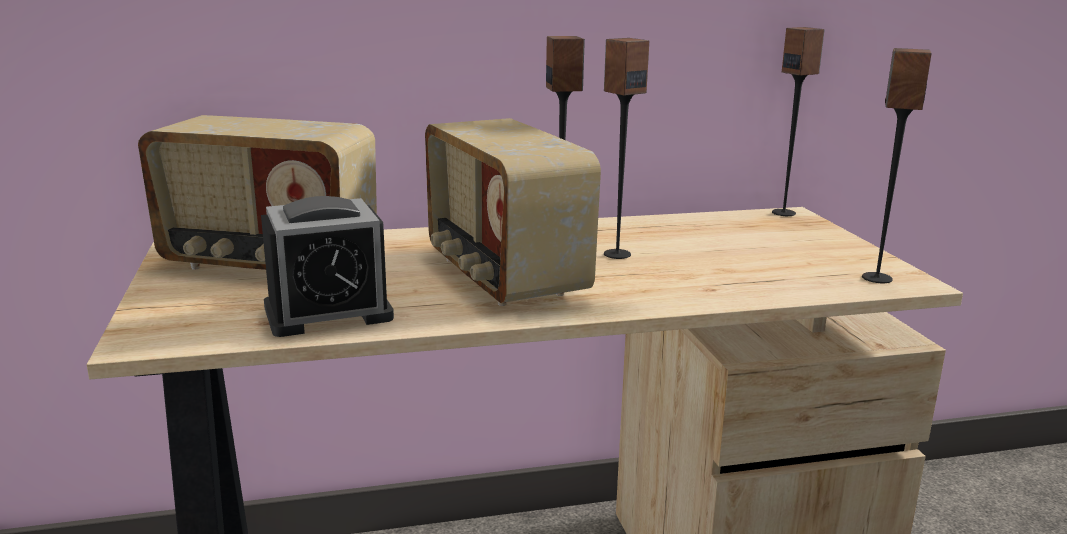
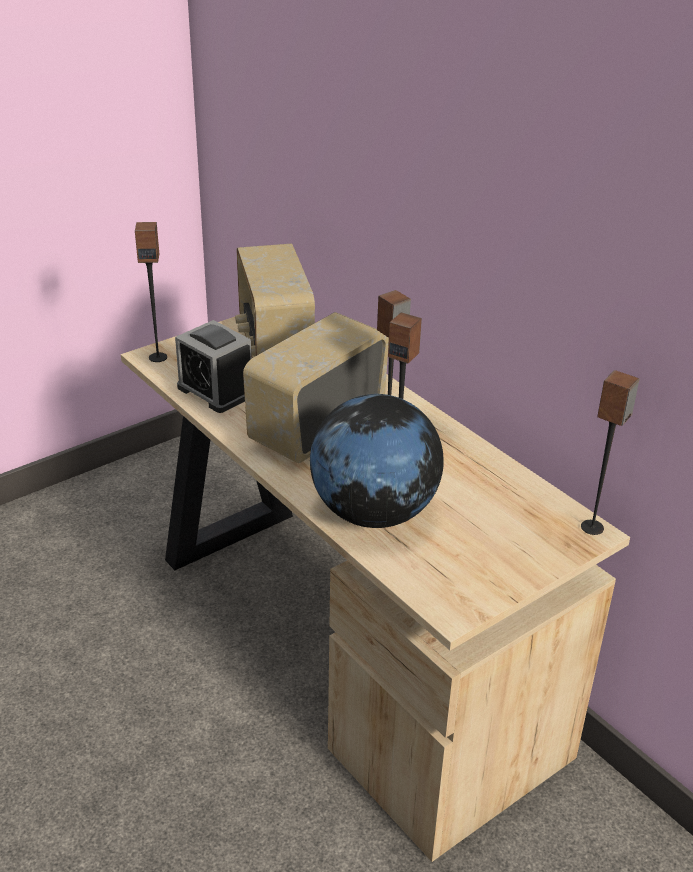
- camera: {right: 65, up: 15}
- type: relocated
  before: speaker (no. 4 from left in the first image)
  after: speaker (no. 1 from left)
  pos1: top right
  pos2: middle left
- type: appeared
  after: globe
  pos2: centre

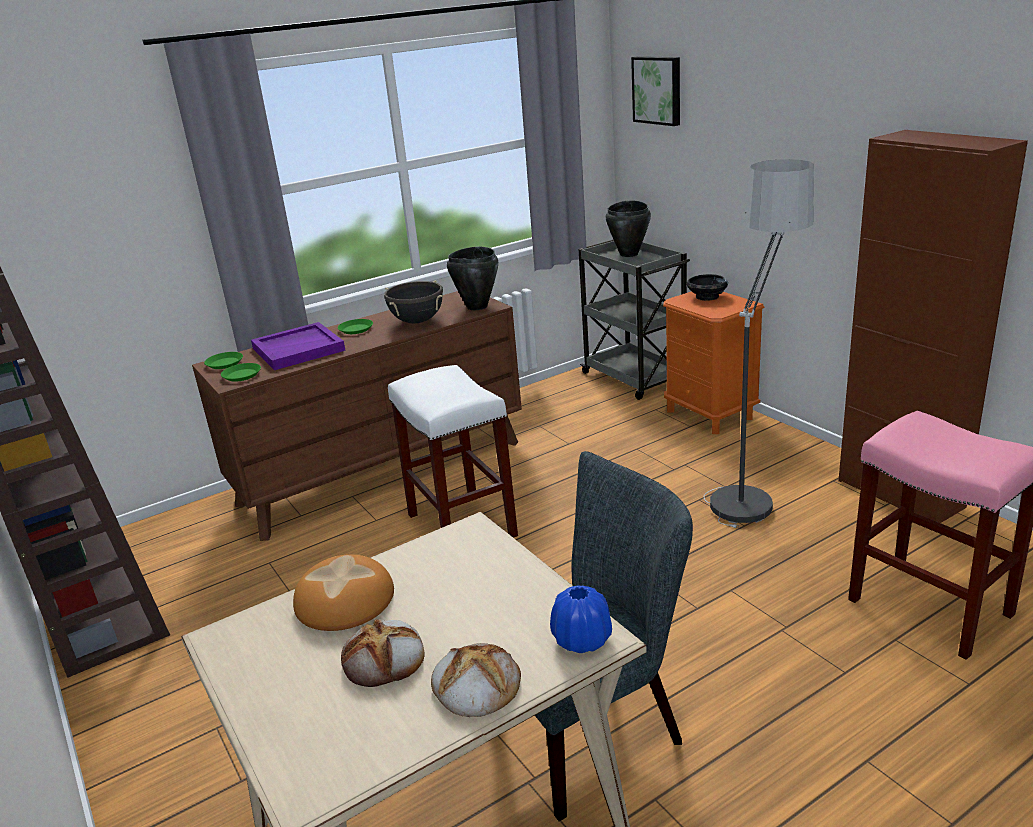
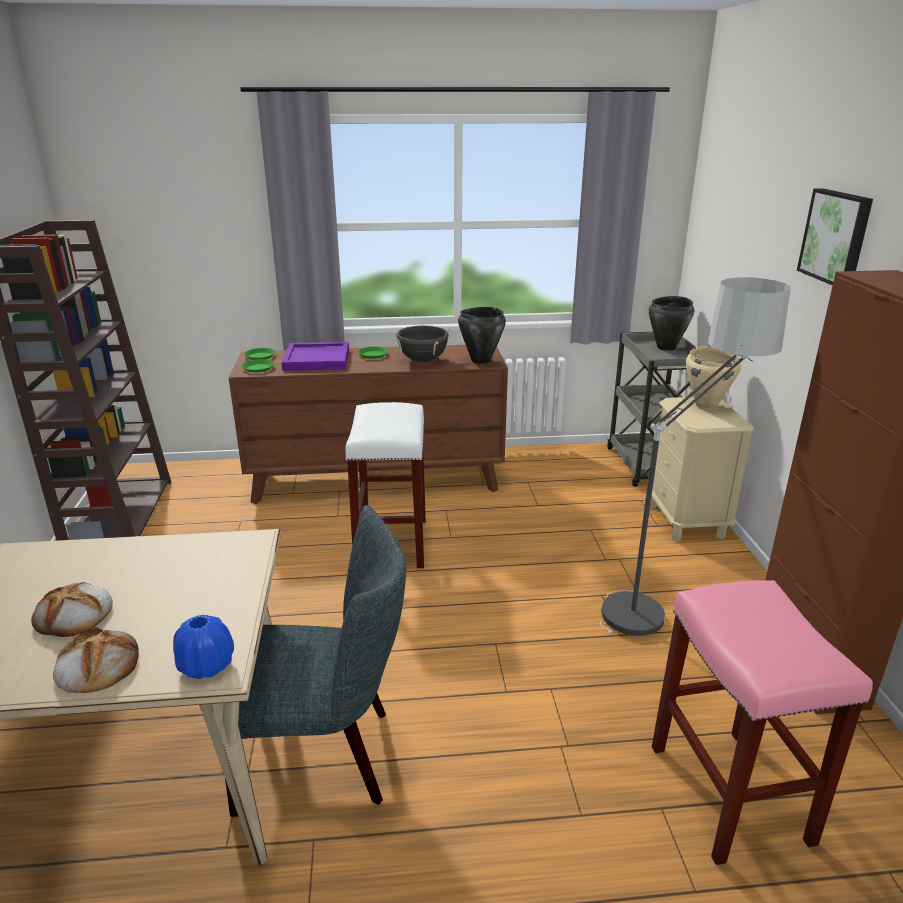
- camera: {right: 25, up: 0}
- type: relocated
  before: picture
  pos1: top centre
  pos2: top right
- type: exchanged
  before: bowl (black)
  after: cooking pot (beige)
  pos1: middle right
  pos2: middle right
- type: colour
  before: nightstand (orange)
  after: nightstand (beige)
  pos1: middle right
  pos2: middle right
- type: missing
  before: bread (no. 1 from left)
  pos1: bottom left

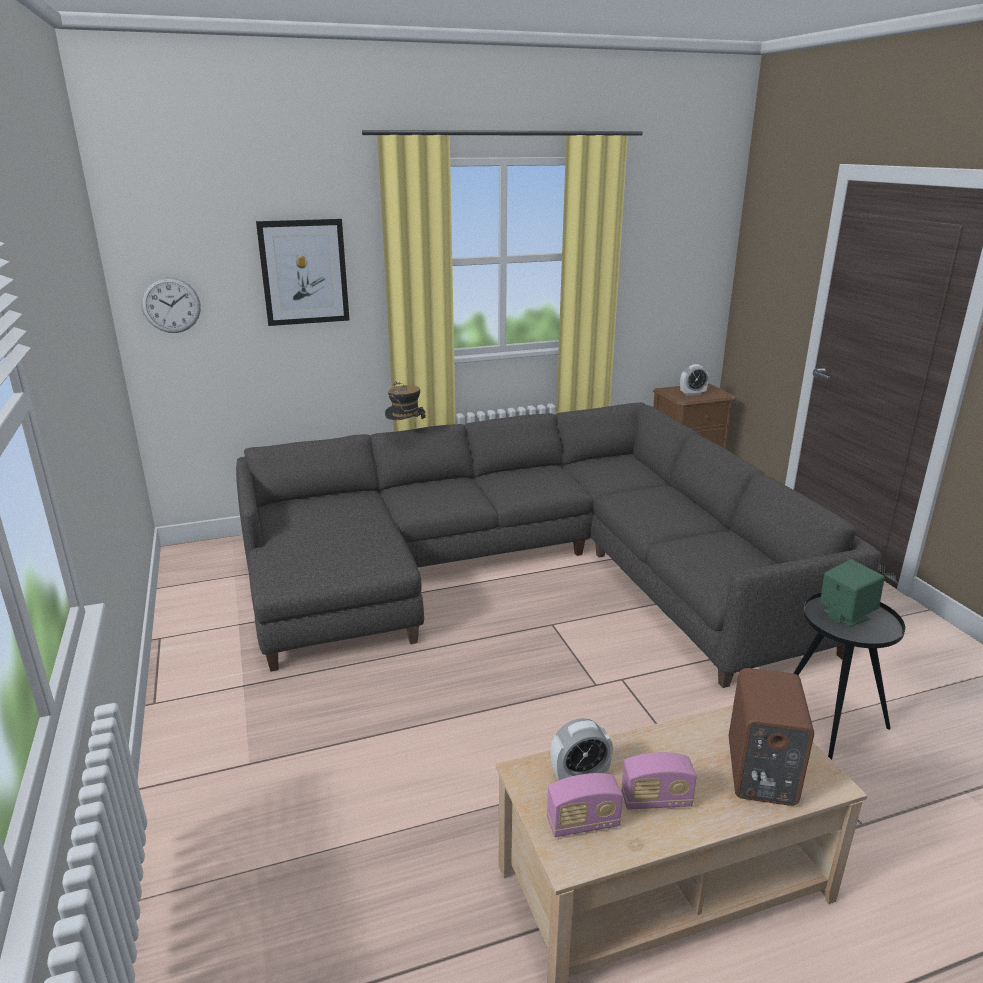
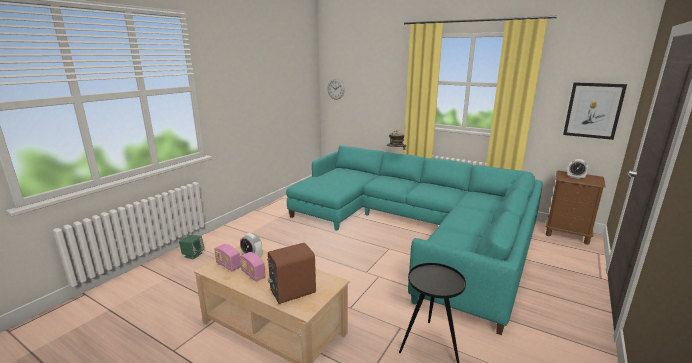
- camera: {right: 50, up: -5}
- type: relocated
  before: picture
  pos1: top left
  pos2: top right
- type: colour
  before: sofa (grey)
  after: sofa (turquoise)
  pos1: centre
  pos2: centre
- type: relocated
  before: speaker (green)
  pos1: middle right
  pos2: bottom left

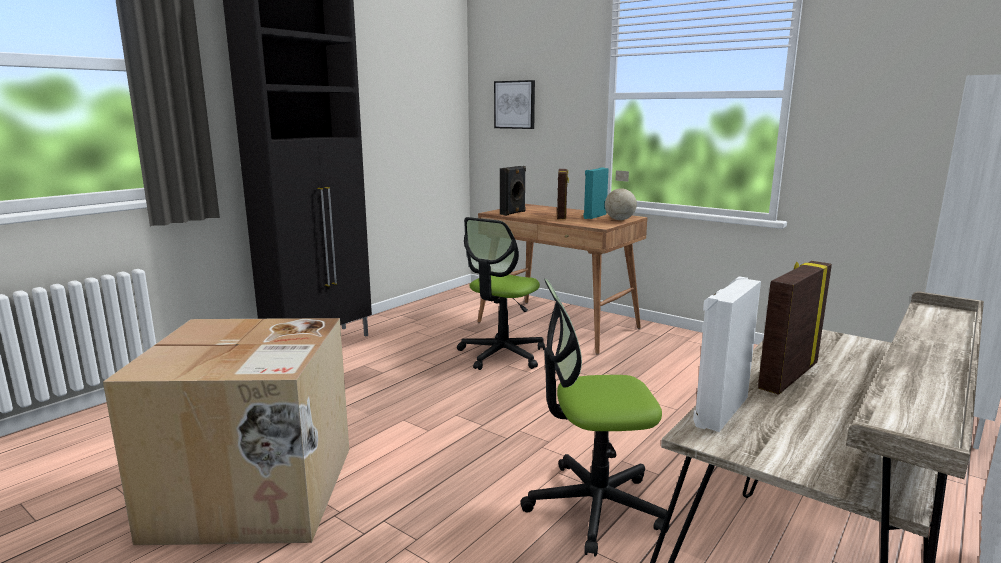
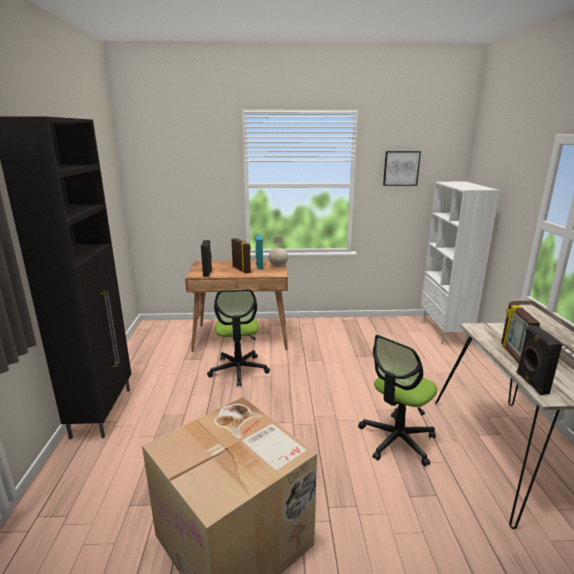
- camera: {right: -40, up: 5}
- type: relocated
  before: picture
  pos1: top centre
  pos2: top right
- type: colour
  before: speaker (white)
  after: speaker (black) (no. 2 from left)
  pos1: middle right
  pos2: middle right

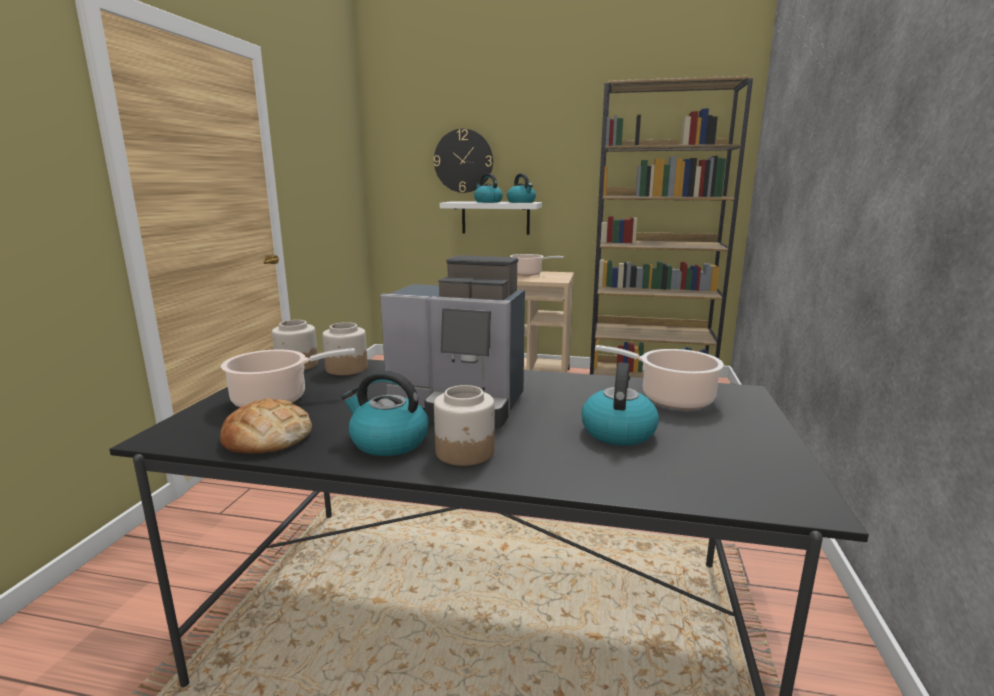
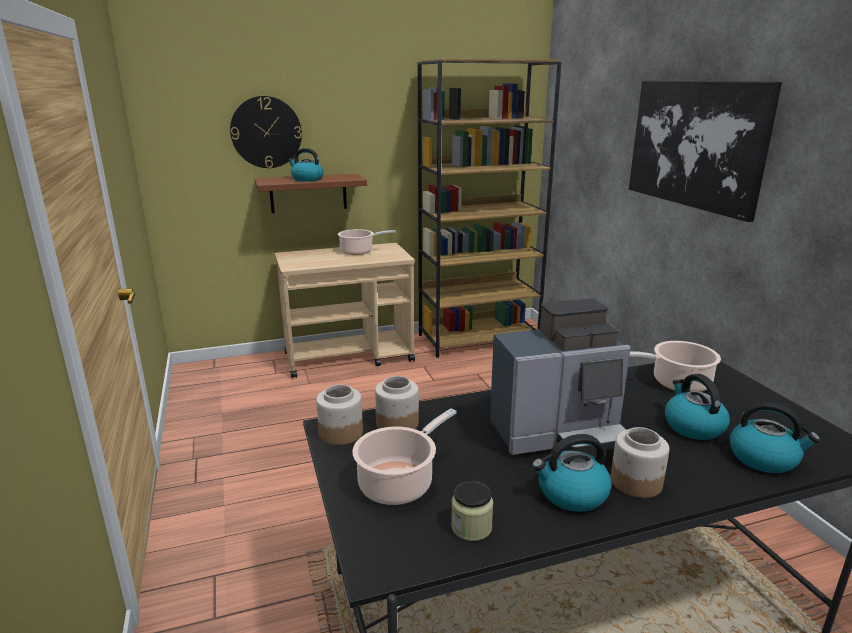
- camera: {right: -30, up: 5}
- type: relocated
  before: kettle (no. 3 from left in the first image)
  after: kettle (no. 4 from left)
  pos1: top centre
  pos2: bottom right
- type: colour
  before: shelf (white)
  after: shelf (brown)
  pos1: top centre
  pos2: top centre
- type: exchanged
  before: bread
  after: jar (no. 3 from left)
  pos1: middle left
  pos2: bottom centre
- type: appeared
  after: picture
  pos2: top right

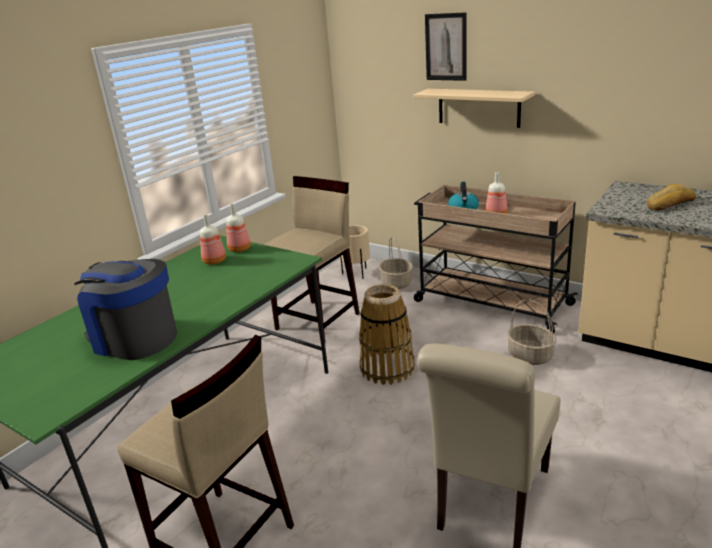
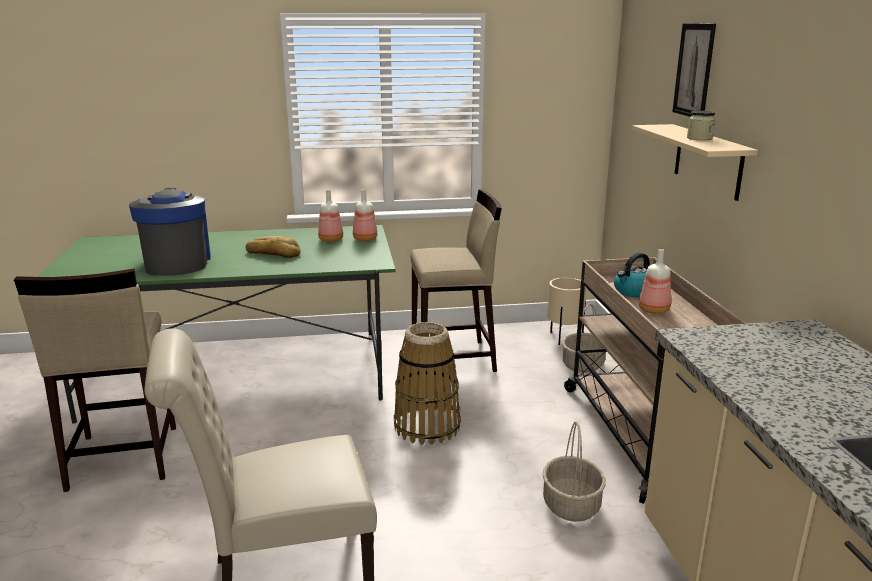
- camera: {right: 45, up: -5}
- type: relocated
  before: bread
  pos1: middle right
  pos2: middle left
- type: appeared
  after: jar
  pos2: top right

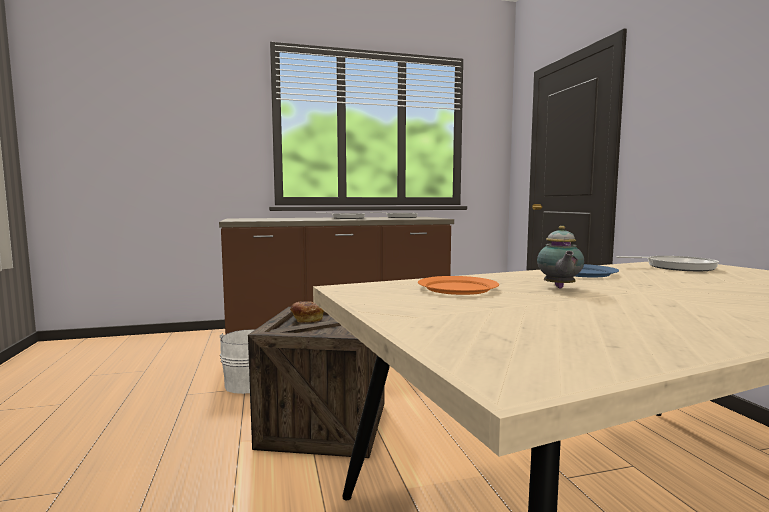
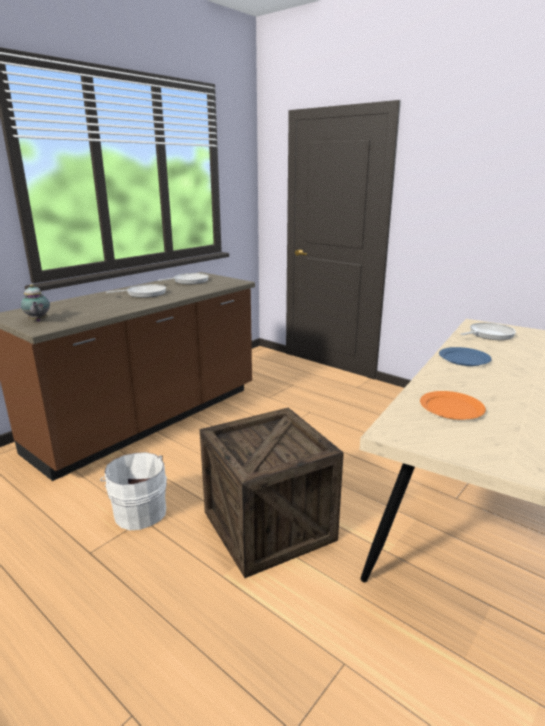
- camera: {right: -35, up: 15}
- type: relocated
  before: teapot
  pos1: middle right
  pos2: middle left
- type: missing
  before: bread
  pos1: centre

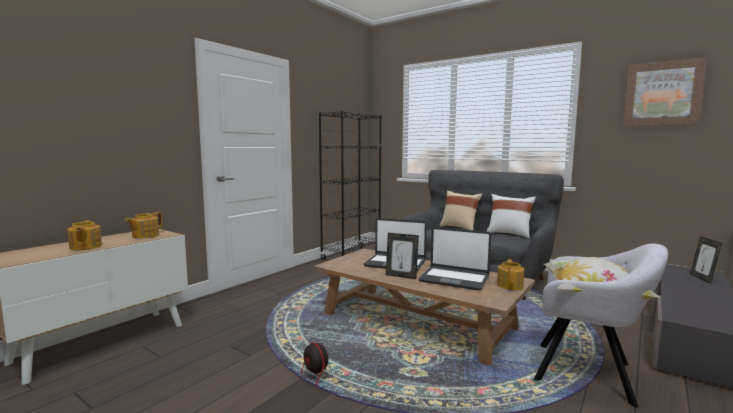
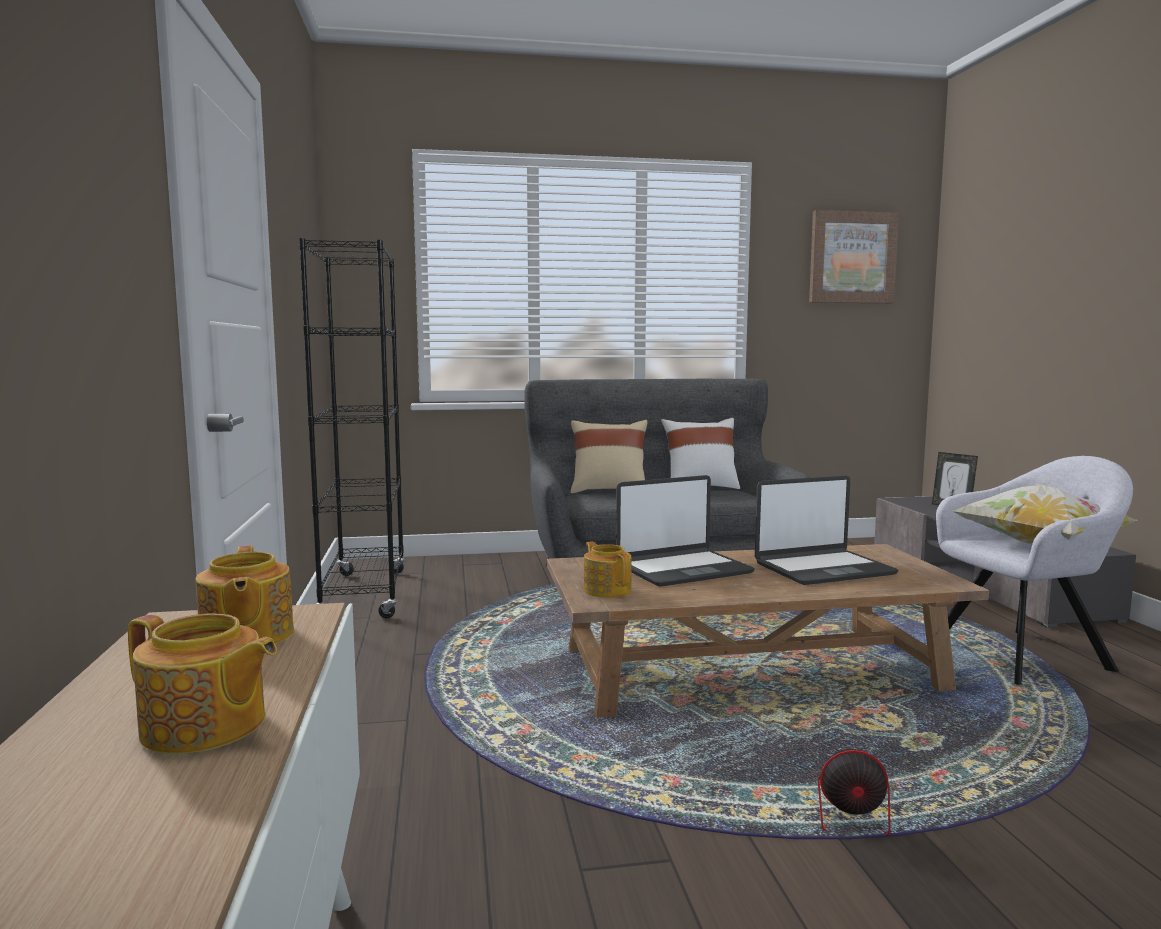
- camera: {right: -45, up: 0}
- type: missing
  before: picture frame (no. 1 from left)
  pos1: centre
- type: relocated
  before: teapot (no. 3 from left)
  pos1: middle right
  pos2: centre

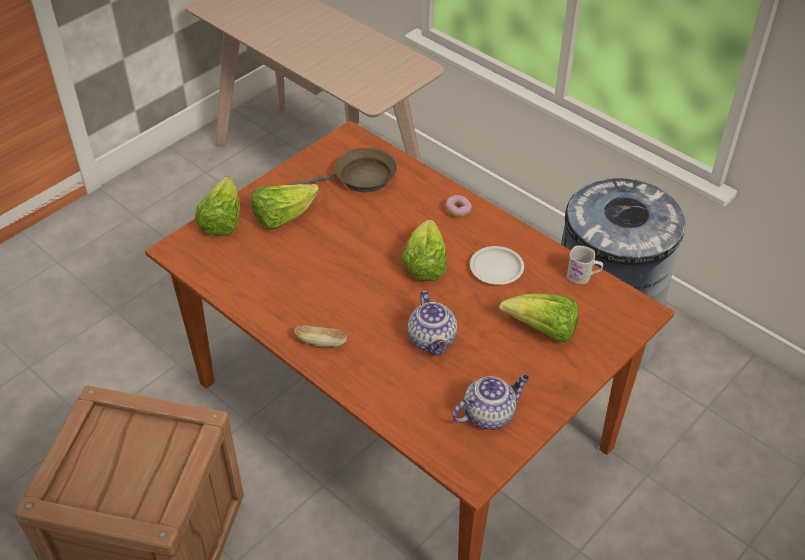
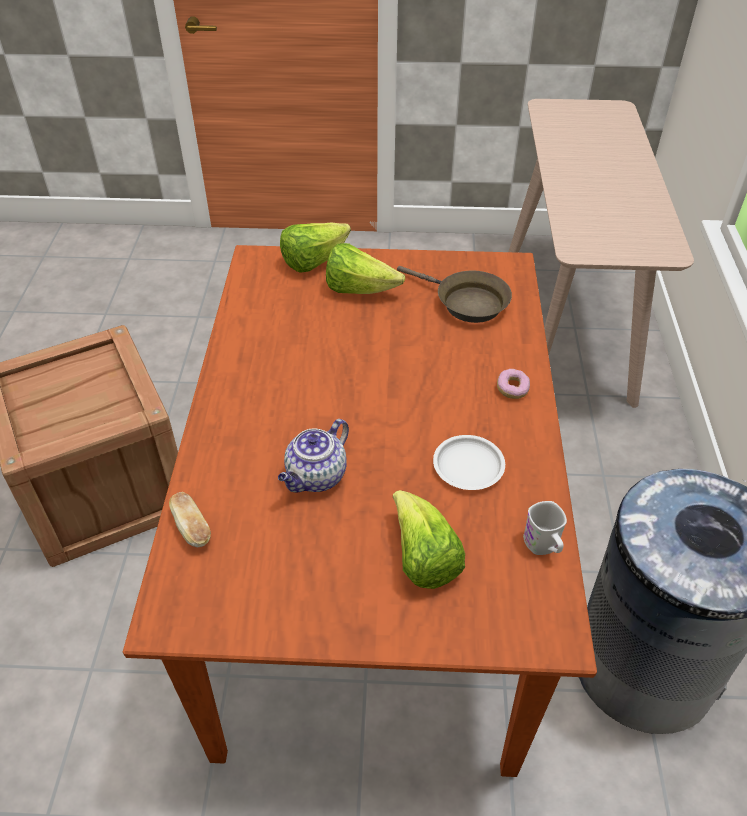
- camera: {right: 50, up: 0}
- type: missing
  before: lettuce (no. 3 from left)
  pos1: centre
- type: relocated
  before: bread
  pos1: centre
  pos2: middle left
- type: missing
  before: teapot (no. 2 from left)
  pos1: bottom centre

